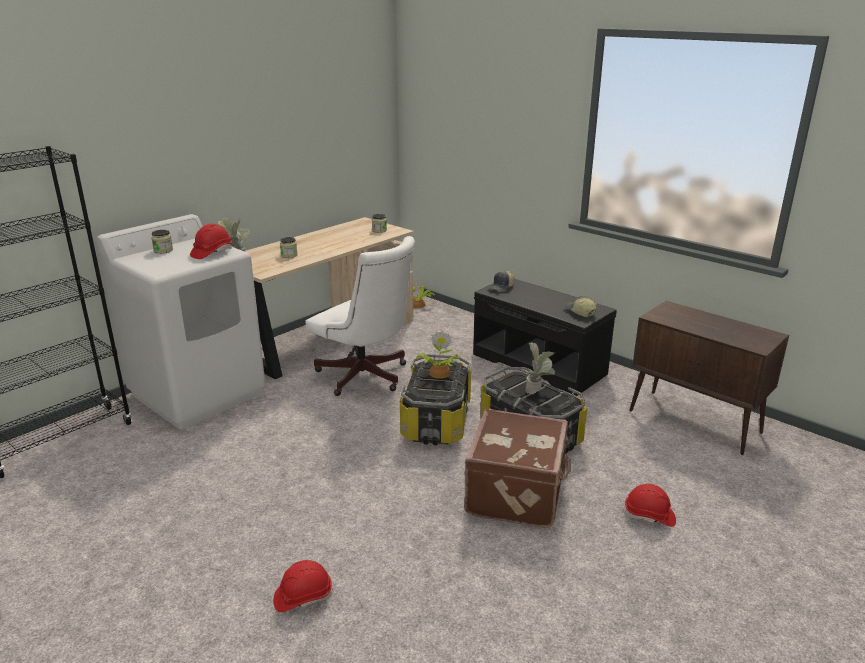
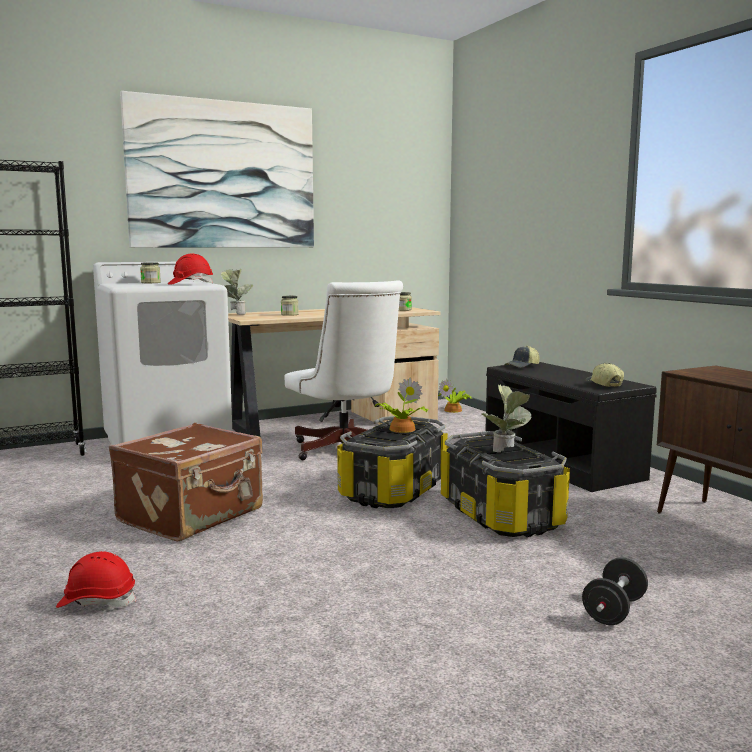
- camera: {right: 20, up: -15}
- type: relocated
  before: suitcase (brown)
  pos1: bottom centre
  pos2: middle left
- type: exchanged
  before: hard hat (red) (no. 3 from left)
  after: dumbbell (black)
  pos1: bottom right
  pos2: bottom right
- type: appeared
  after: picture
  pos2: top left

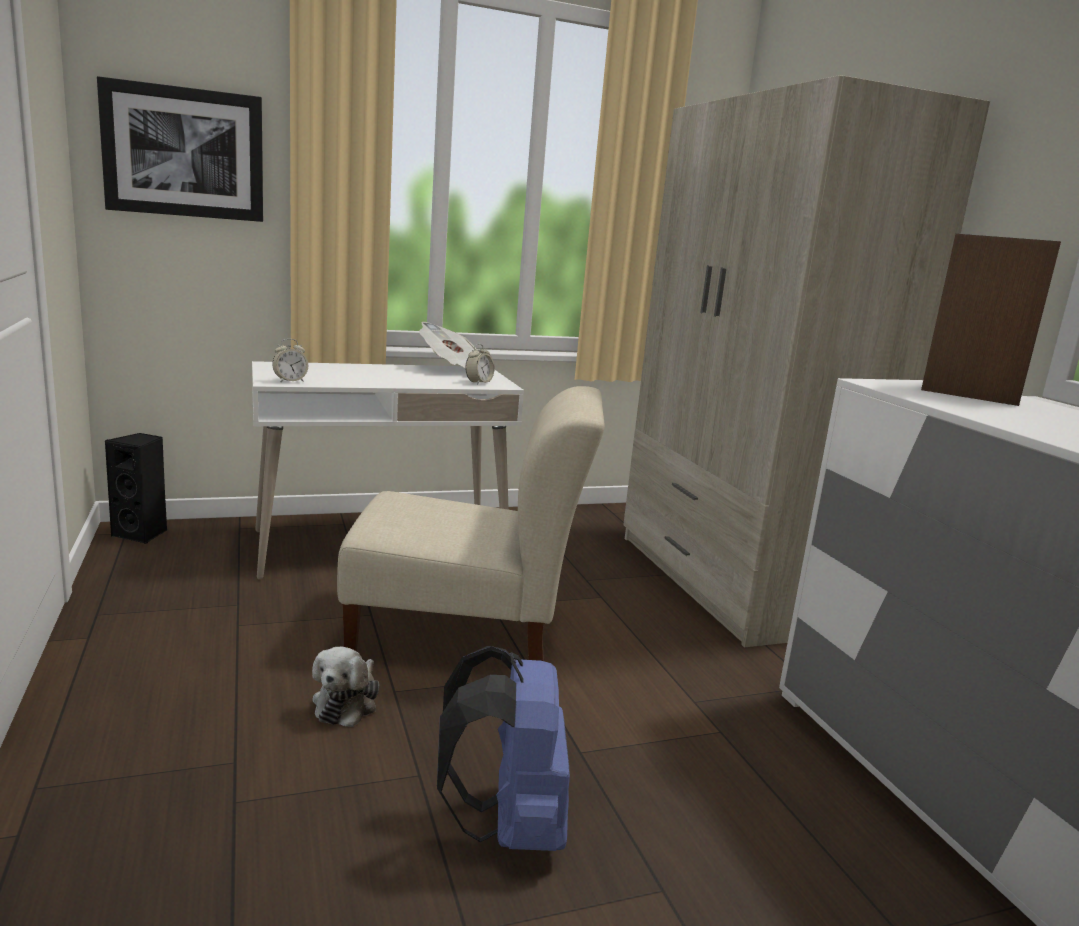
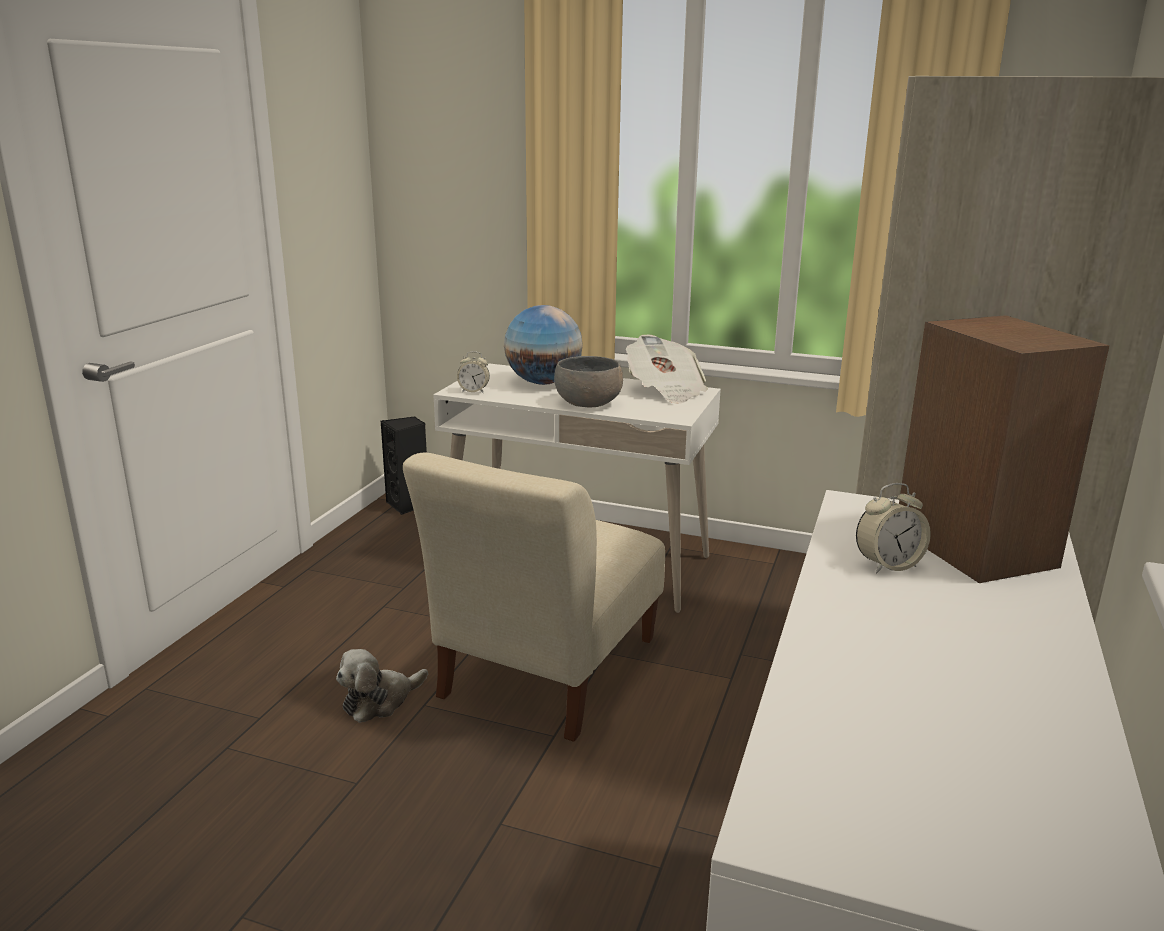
- camera: {right: 40, up: 5}
- type: missing
  before: picture
  pos1: top left
- type: relocated
  before: alarm clock (no. 2 from left)
  pos1: centre
  pos2: middle right
- type: spun
  before: chair (beige)
  pos1: centre
  pos2: centre
  turn: 75
- type: missing
  before: backpack (blue)
  pos1: bottom centre
- type: appeared
  after: globe
  pos2: centre
- type: appeared
  after: bowl (grey)
  pos2: centre

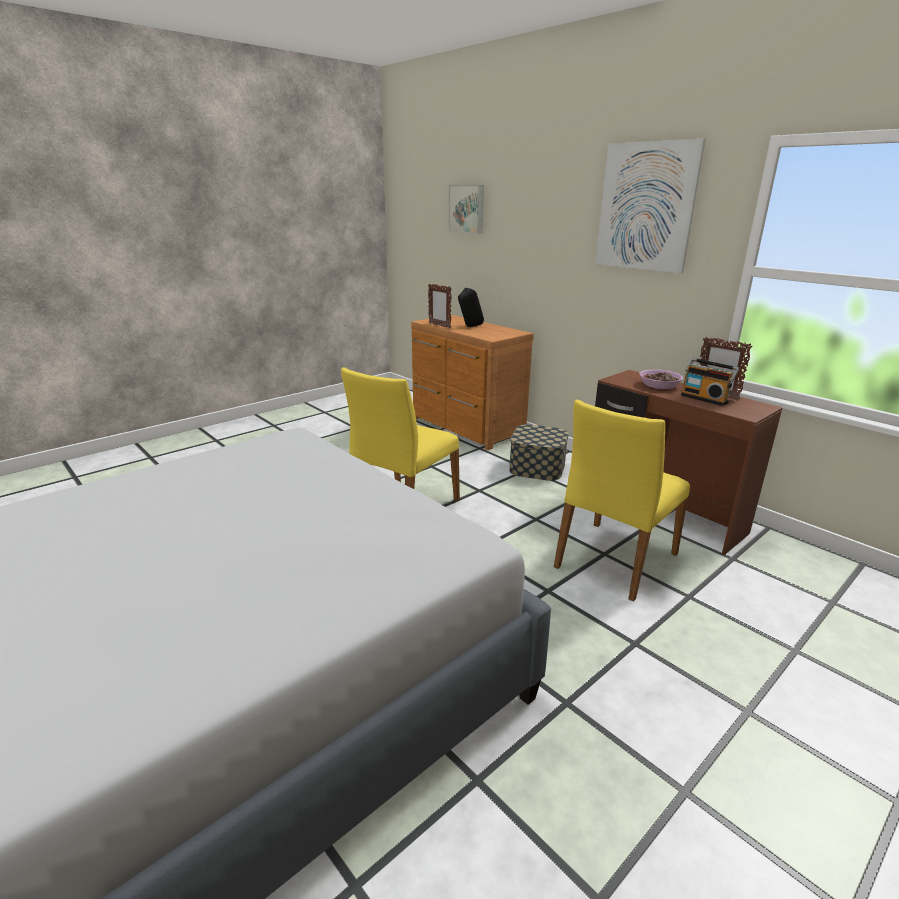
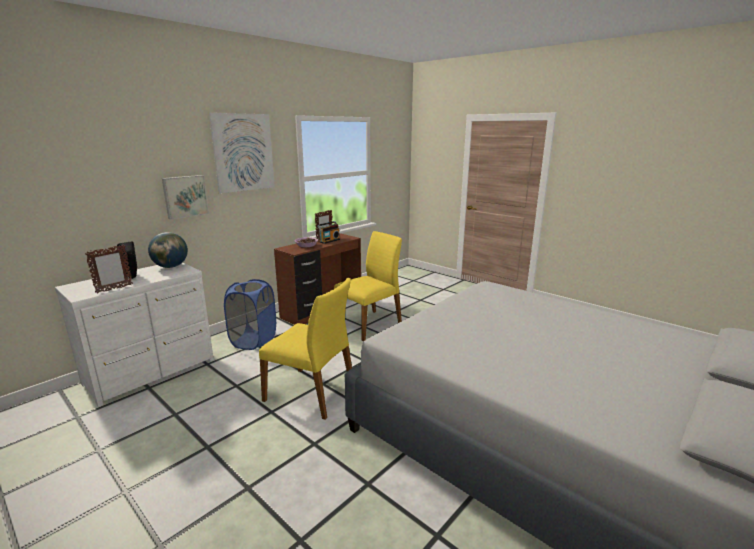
- camera: {right: -95, up: -5}
- type: relocated
  before: picture (no. 1 from left)
  pos1: top centre
  pos2: middle left
- type: colour
  before: dresser (brown)
  after: dresser (white)
  pos1: centre
  pos2: middle left
- type: spun
  before: chair (yellow) (no. 2 from left)
  pos1: middle right
  pos2: centre
  turn: -75
- type: exchanged
  before: storage box
  after: laundry basket (blue)
  pos1: centre
  pos2: middle left
- type: appeared
  after: globe
  pos2: middle left

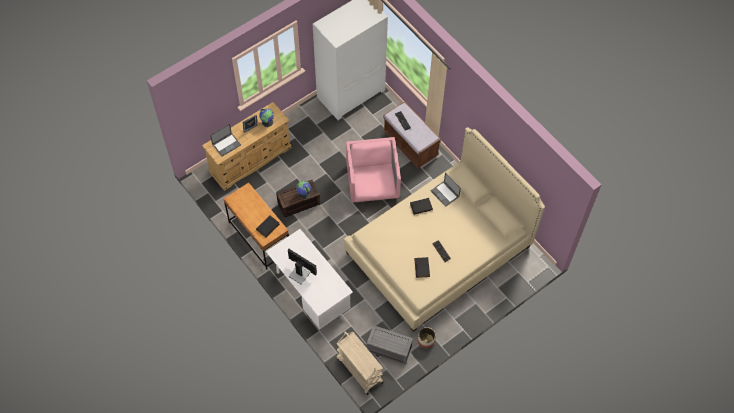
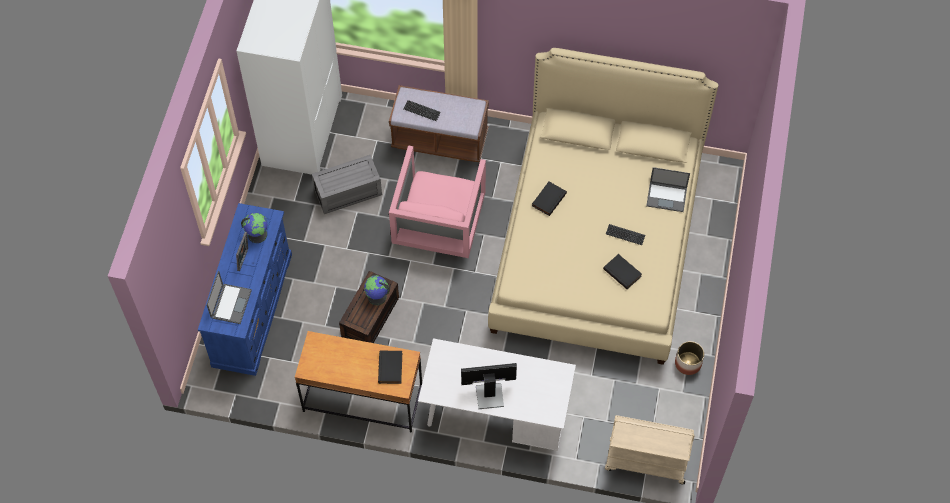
- camera: {right: -40, up: 0}
- type: colour
  before: dresser (beige)
  after: dresser (blue)
  pos1: centre
  pos2: middle left
- type: spun
  before: armchair (pink)
  pos1: centre
  pos2: centre
  turn: -120
- type: relocated
  before: laptop (no. 2 from left)
  pos1: centre
  pos2: middle right
- type: relocated
  before: storage box (grey)
  pos1: bottom centre
  pos2: centre

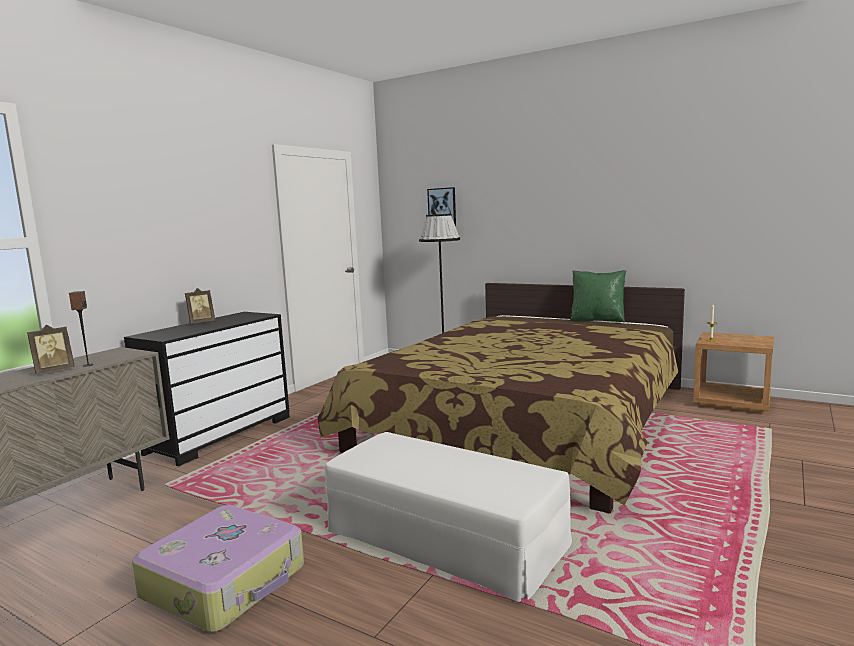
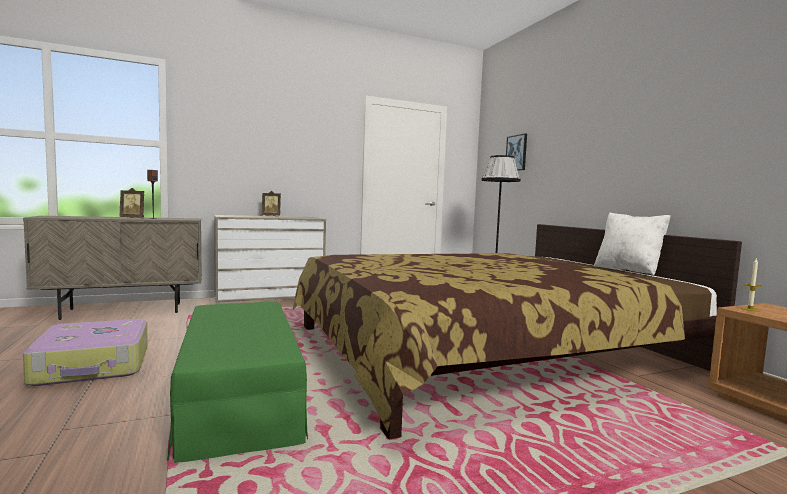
- camera: {right: 35, up: -5}
- type: colour
  before: pillow (green)
  after: pillow (white)
  pos1: middle right
  pos2: middle right
- type: colour
  before: dresser (black)
  after: dresser (beige)
  pos1: middle left
  pos2: centre
- type: colour
  before: ottoman (white)
  after: ottoman (green)
  pos1: bottom centre
  pos2: bottom left

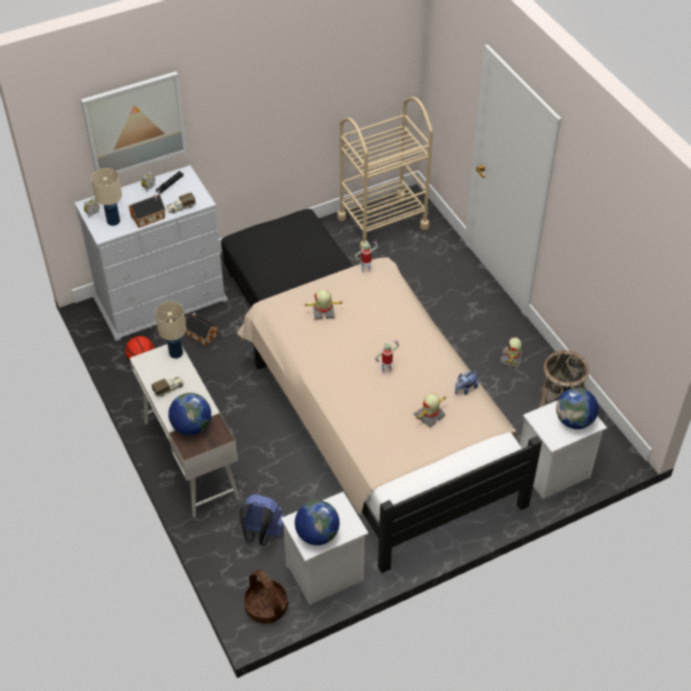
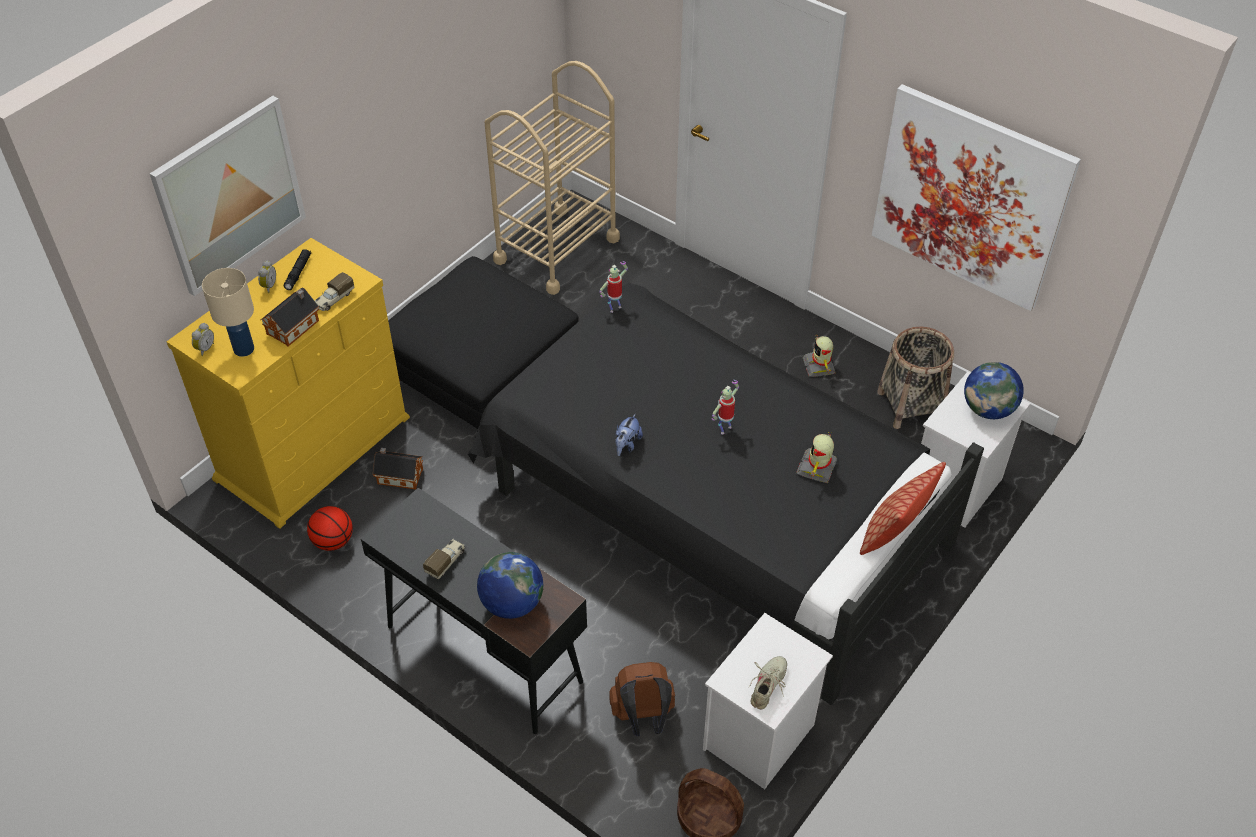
- camera: {right: -25, up: 0}
- type: colour
  before: dresser (white)
  after: dresser (yellow)
  pos1: middle left
  pos2: middle left
- type: colour
  before: bed (beige)
  after: bed (black)
  pos1: centre
  pos2: centre
- type: missing
  before: toy robot (no. 1 from left)
  pos1: centre
- type: missing
  before: table lamp (beige) (no. 2 from left)
  pos1: middle left
- type: colour
  before: desk (white)
  after: desk (black)
  pos1: middle left
  pos2: bottom centre
- type: relocated
  before: plush toy
  pos1: middle right
  pos2: centre
- type: colour
  before: backpack (blue)
  after: backpack (brown)
  pos1: bottom centre
  pos2: bottom centre
- type: exchanged
  before: globe (no. 2 from left)
  after: shoe (beige)
  pos1: bottom centre
  pos2: bottom centre
- type: appeared
  after: picture (no. 2 from left)
  pos2: top right
- type: appeared
  after: pillow
  pos2: middle right

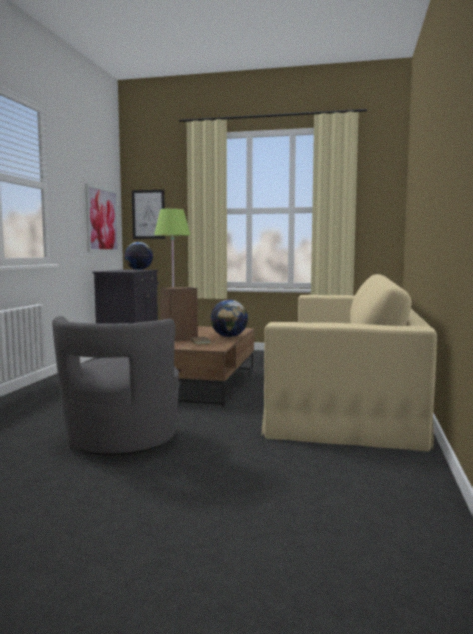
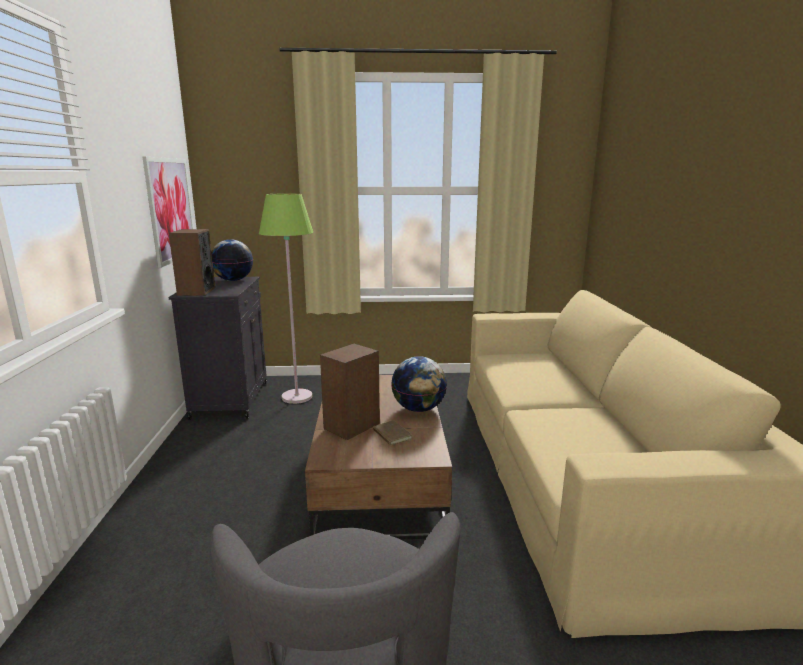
- camera: {right: -15, up: 10}
- type: missing
  before: picture (no. 2 from left)
  pos1: middle left
- type: appeared
  after: speaker (no. 1 from left)
  pos2: middle left

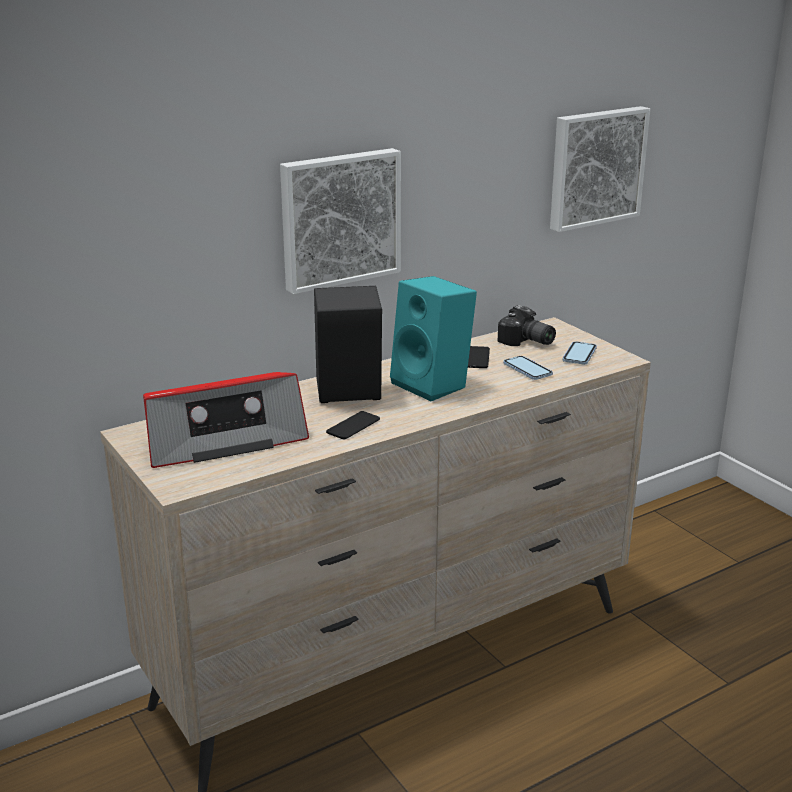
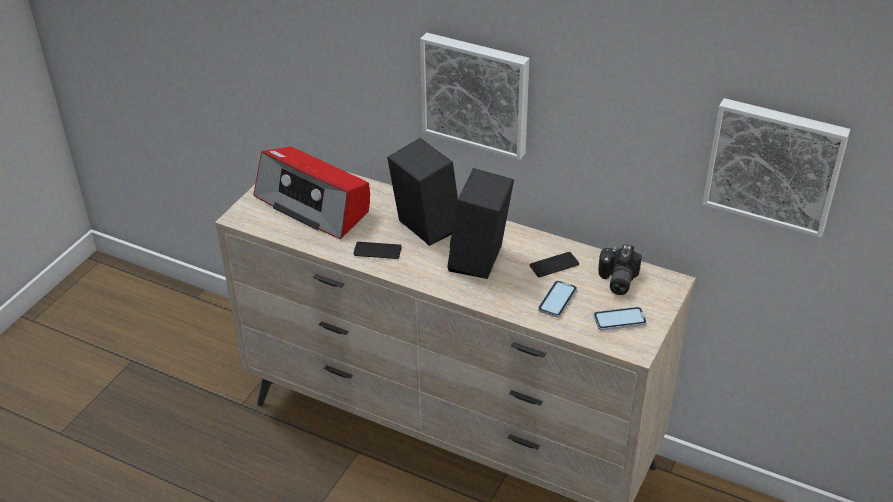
- camera: {right: 60, up: 15}
- type: colour
  before: speaker (turquoise)
  after: speaker (black) (no. 2 from left)
  pos1: centre
  pos2: centre

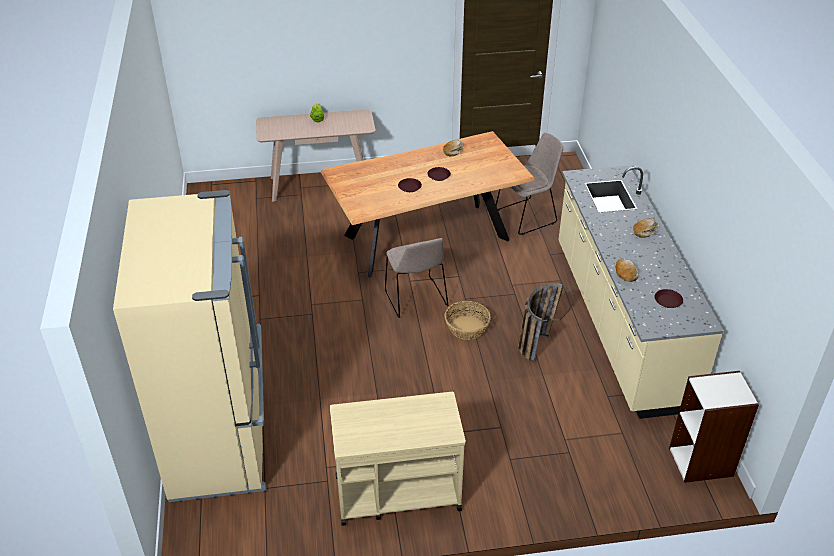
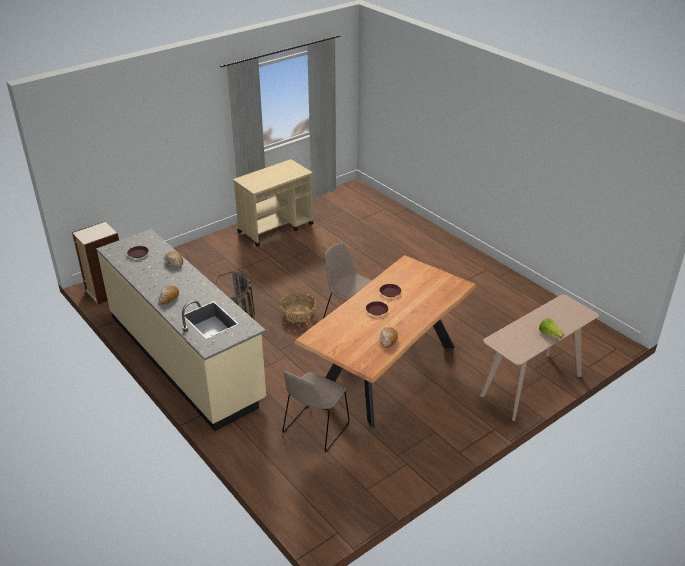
- camera: {right: 150, up: -5}
- type: missing
  before: fridge (beige)
  pos1: middle left

